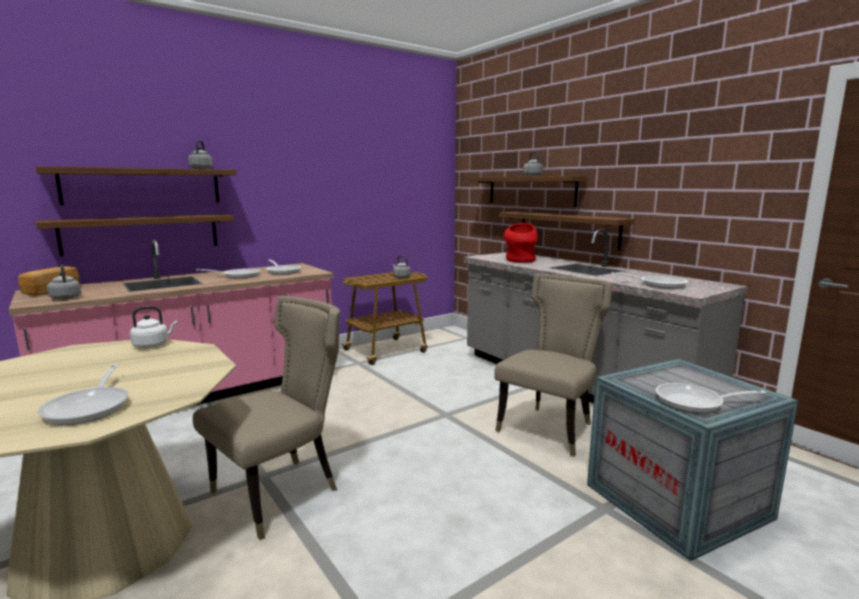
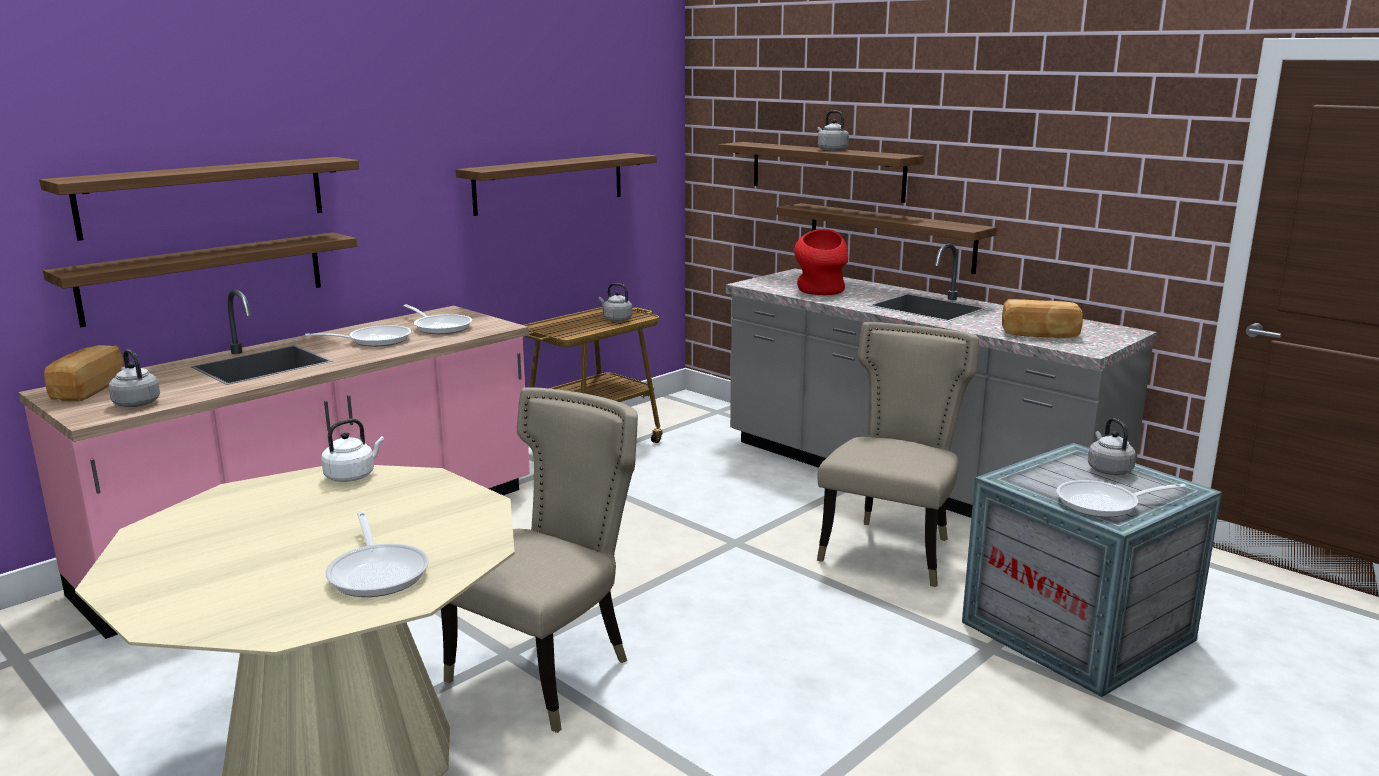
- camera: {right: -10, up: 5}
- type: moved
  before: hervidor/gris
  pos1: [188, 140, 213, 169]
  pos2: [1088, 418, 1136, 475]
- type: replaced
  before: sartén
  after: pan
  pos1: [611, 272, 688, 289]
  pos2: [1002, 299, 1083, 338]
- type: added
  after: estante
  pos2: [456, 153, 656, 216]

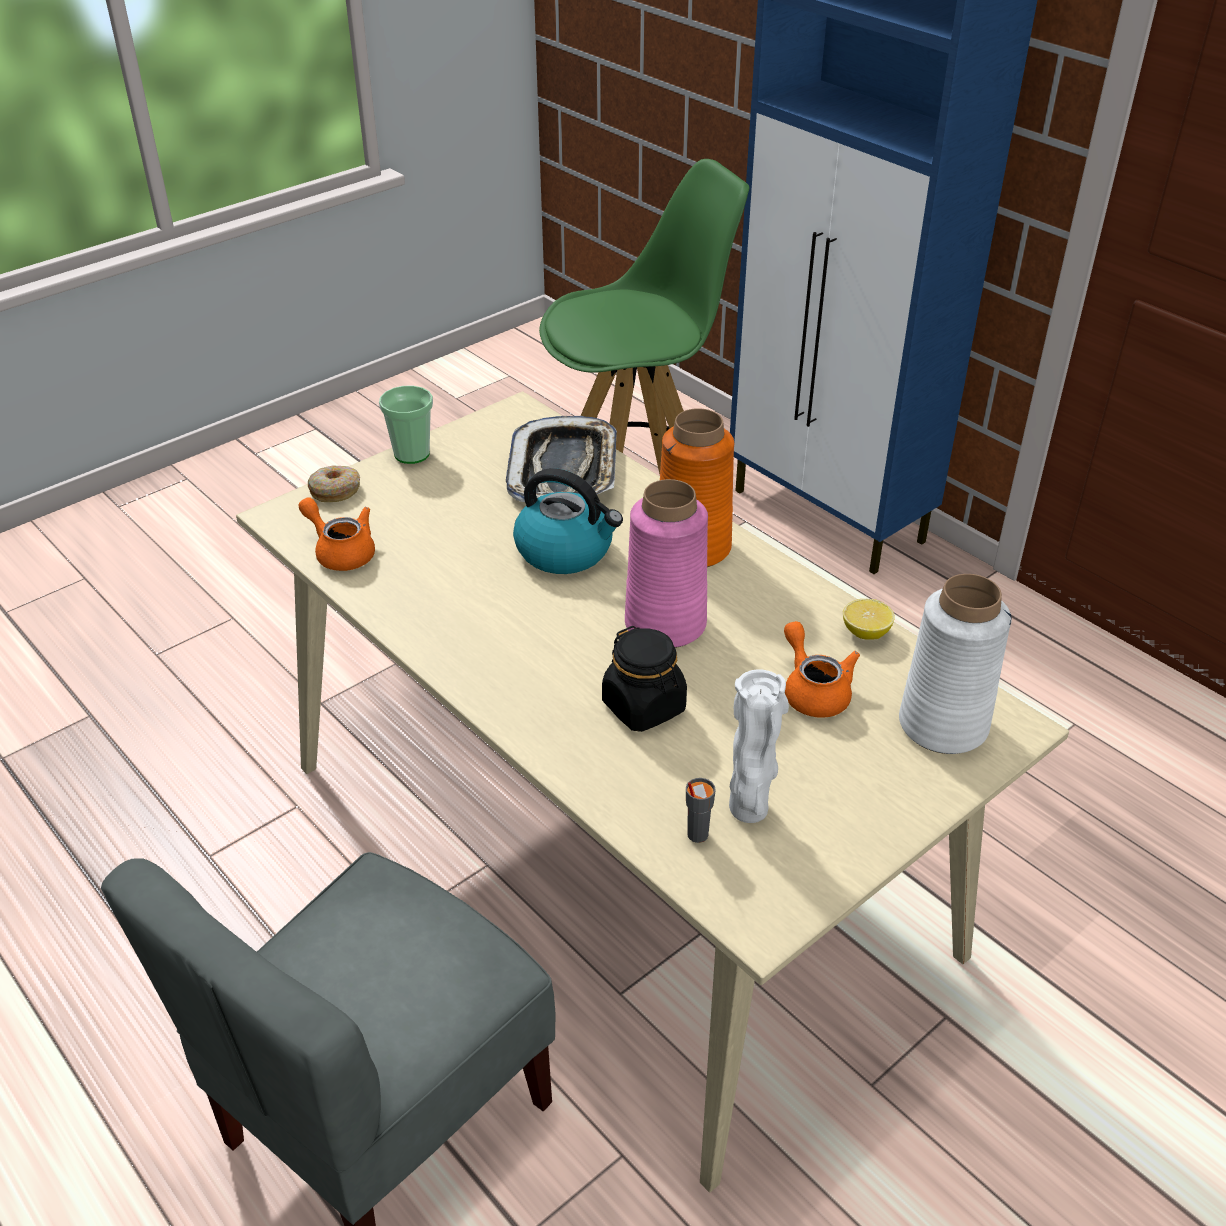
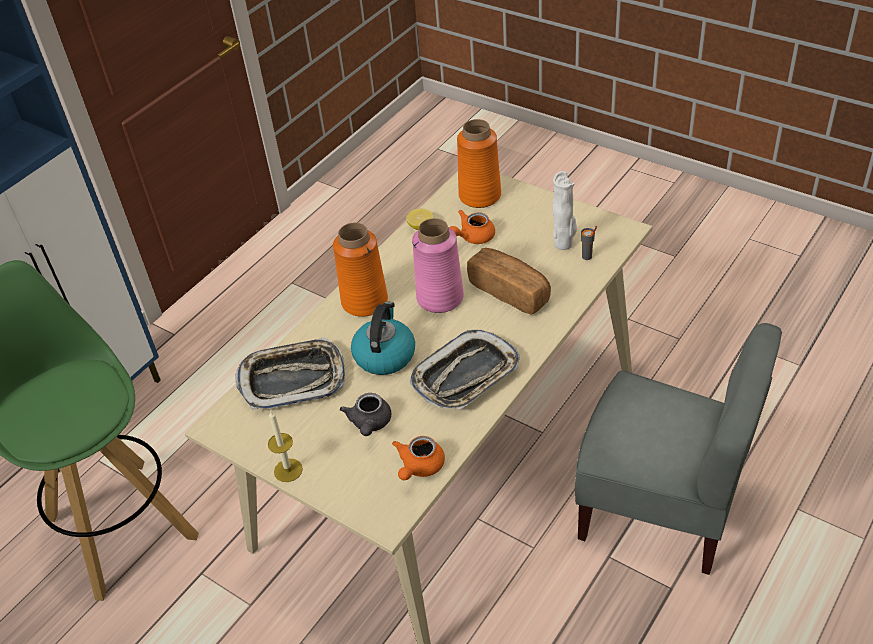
- camera: {right: -100, up: 5}
- type: removed
  before: rosquilla
  pos1: [308, 466, 360, 502]
- type: replaced
  before: taza
  after: vela
  pos1: [379, 386, 433, 464]
  pos2: [268, 411, 303, 482]
- type: replaced
  before: tarro/negro
  after: pan
  pos1: [602, 626, 687, 732]
  pos2: [467, 248, 551, 315]
- type: recoloured
  before: florero/blanco
  after: florero/naranja
  pos1: [899, 574, 1012, 754]
  pos2: [457, 119, 501, 208]
- type: added
  after: tetera/gris
  pos2: [340, 393, 391, 436]
- type: added
  after: bandeja
  pos2: [410, 330, 520, 409]

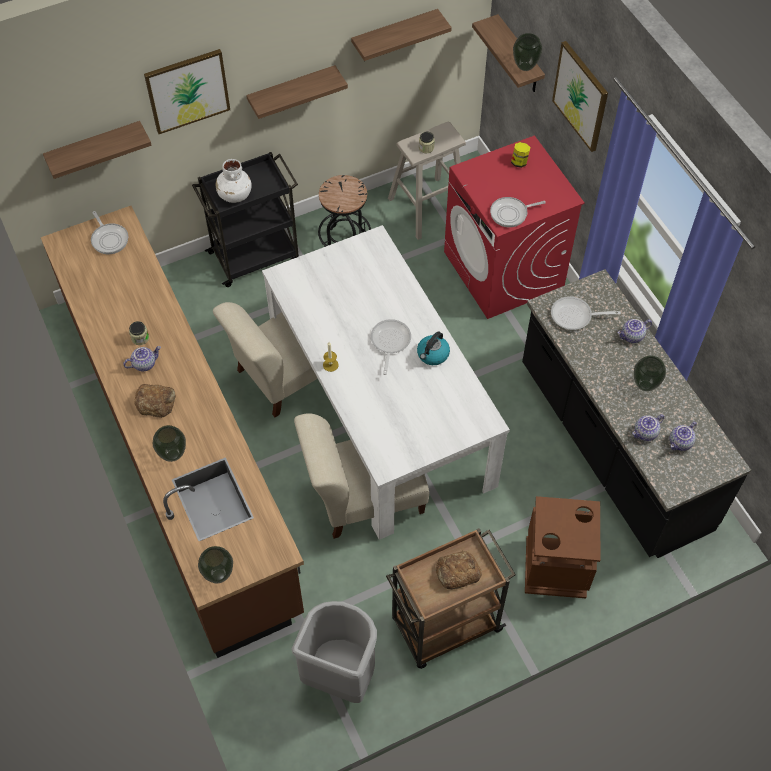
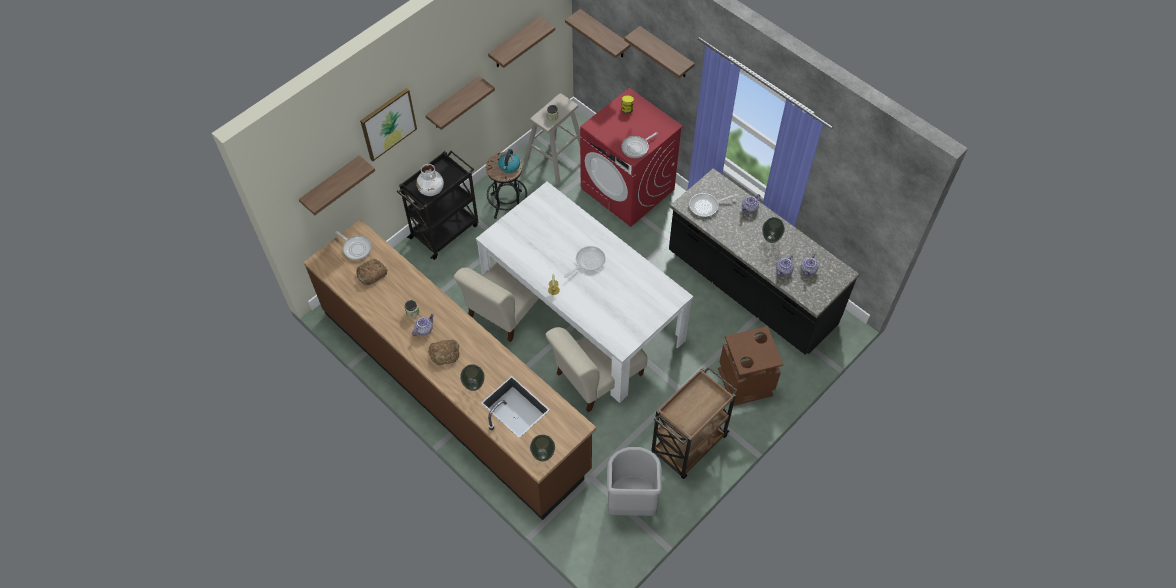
- camera: {right: -20, up: 0}
- type: turned
  before: sartén
  pos1: [371, 319, 411, 375]
  pos2: [564, 246, 606, 278]
  turn: 60
- type: moved
  before: hervidor
  pos1: [417, 332, 450, 365]
  pos2: [498, 149, 520, 173]
- type: moved
  before: pan
  pos1: [436, 551, 482, 590]
  pos2: [356, 259, 387, 285]
- type: removed
  before: florero
  pos1: [513, 33, 542, 71]
- type: replaced
  before: cuadro
  after: estante
  pos1: [552, 41, 608, 152]
  pos2: [624, 26, 695, 78]

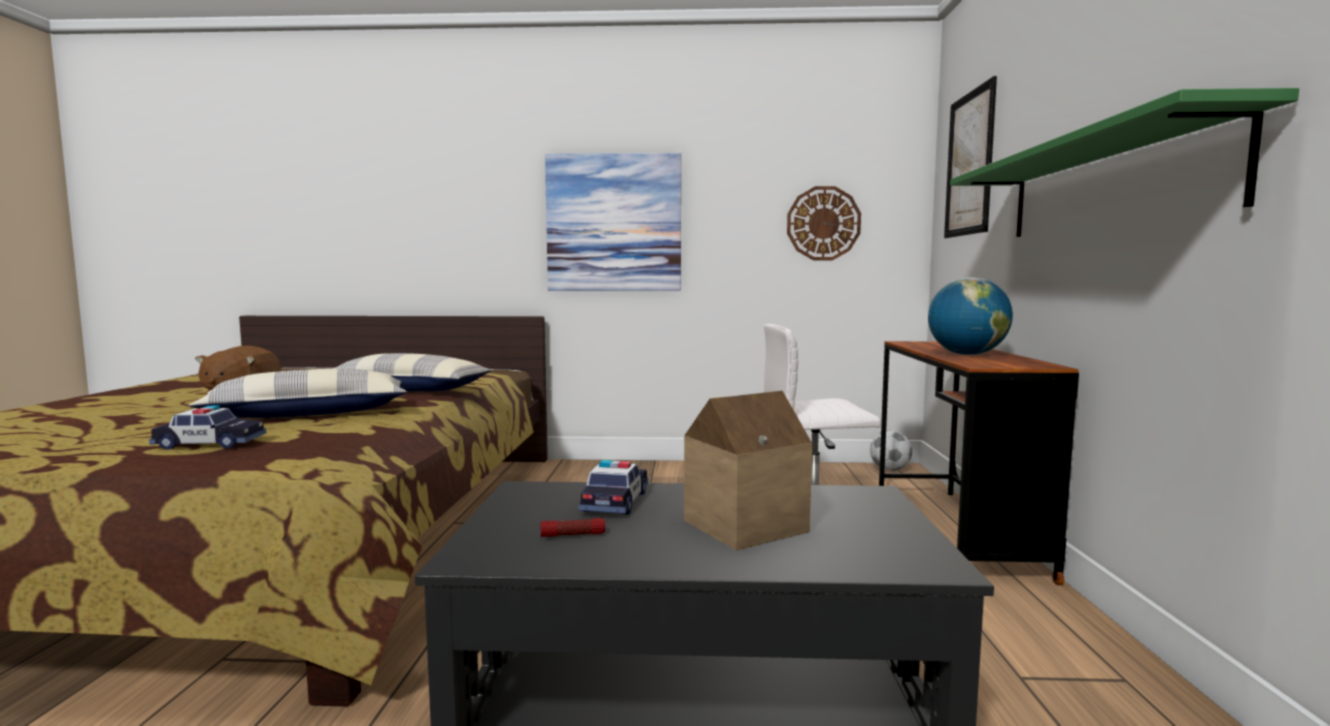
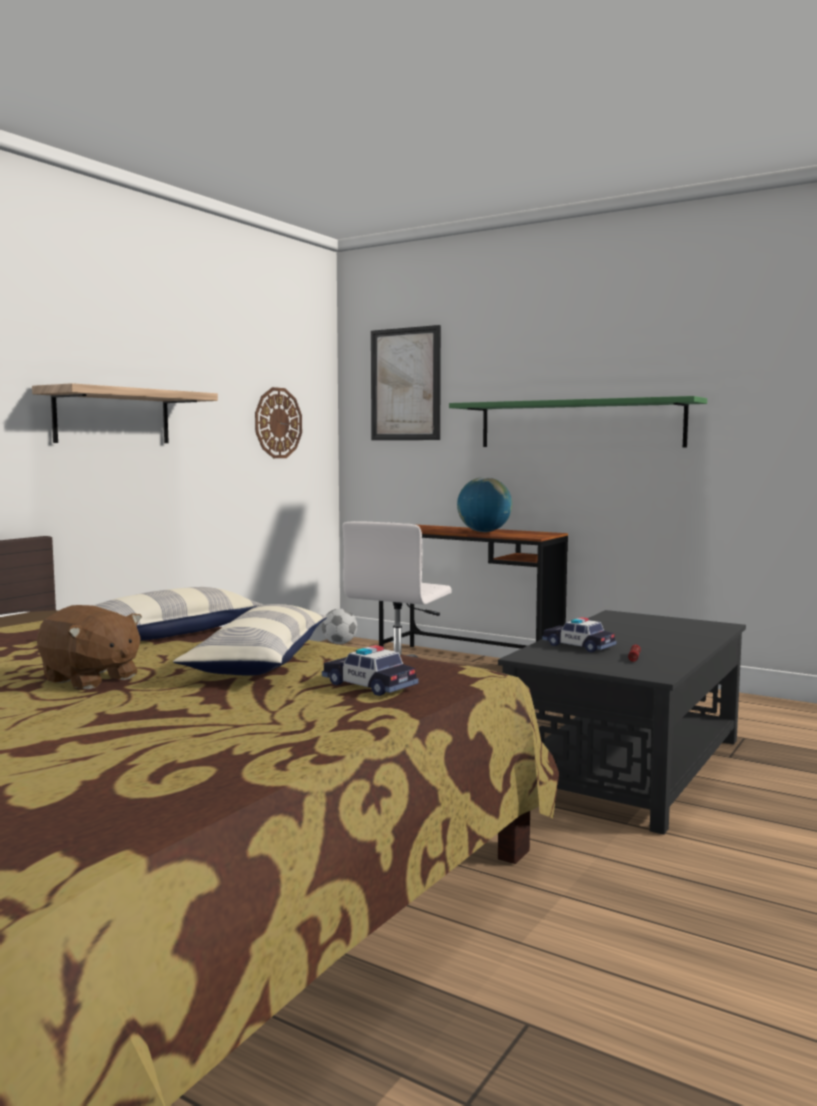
- camera: {right: -60, up: 0}
- type: turned
  before: coche de juguete
  pos1: [149, 406, 266, 450]
  pos2: [322, 645, 418, 696]
  turn: -75
- type: replaced
  before: cuadro
  after: estante
  pos1: [545, 153, 681, 291]
  pos2: [32, 383, 218, 443]
- type: removed
  before: casita
  pos1: [684, 391, 812, 550]

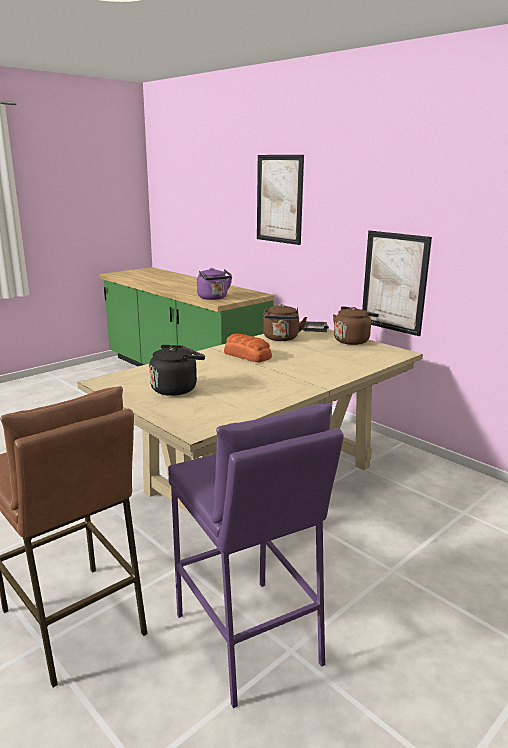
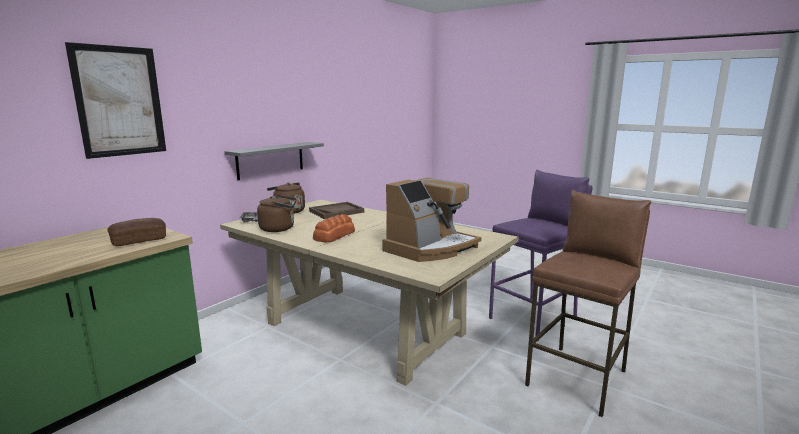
- camera: {right: -100, up: -5}
- type: replaced
  before: hervidor/negro
  after: cafetera
  pos1: [149, 345, 205, 396]
  pos2: [383, 178, 482, 262]
- type: replaced
  before: hervidor/morado
  after: pan
  pos1: [197, 268, 232, 300]
  pos2: [108, 218, 166, 246]
- type: replaced
  before: cuadro
  after: estante/gris
  pos1: [362, 231, 432, 336]
  pos2: [224, 142, 324, 180]
- type: added
  after: bandeja/marrón
  pos2: [309, 202, 364, 219]

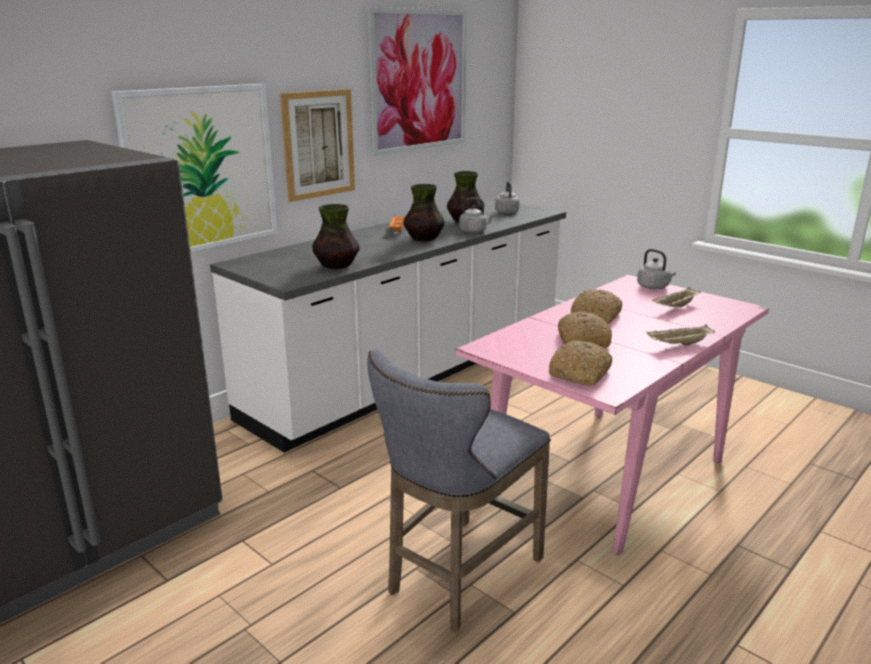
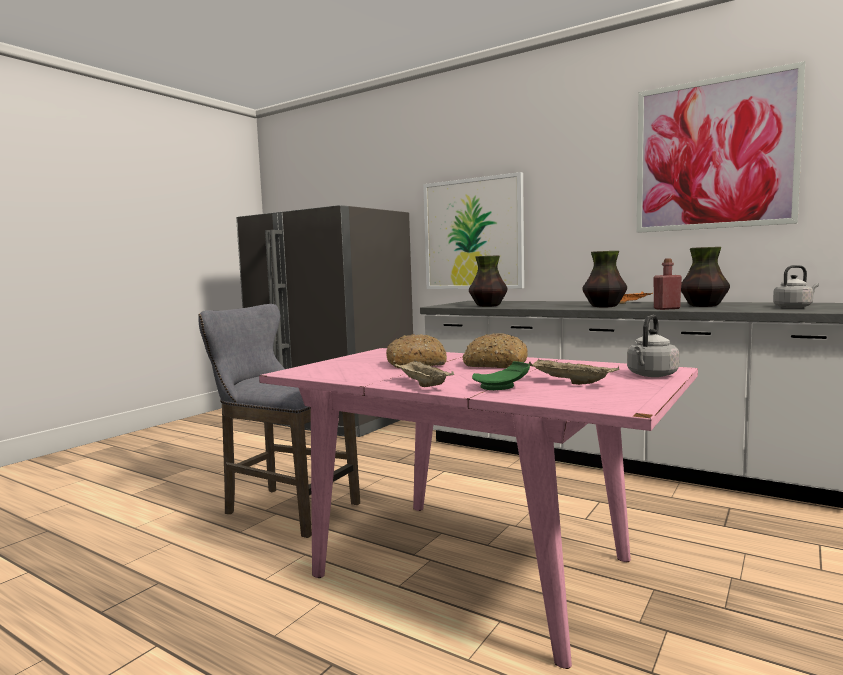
- camera: {right: 80, up: -15}
- type: removed
  before: cuadro
  pos1: [280, 89, 355, 202]
- type: replaced
  before: hervidor/gris
  after: botella/rojo
  pos1: [459, 198, 495, 233]
  pos2: [653, 258, 682, 310]
- type: removed
  before: pan
  pos1: [549, 340, 612, 386]
- type: added
  after: plato/verde
  pos2: [472, 361, 530, 390]

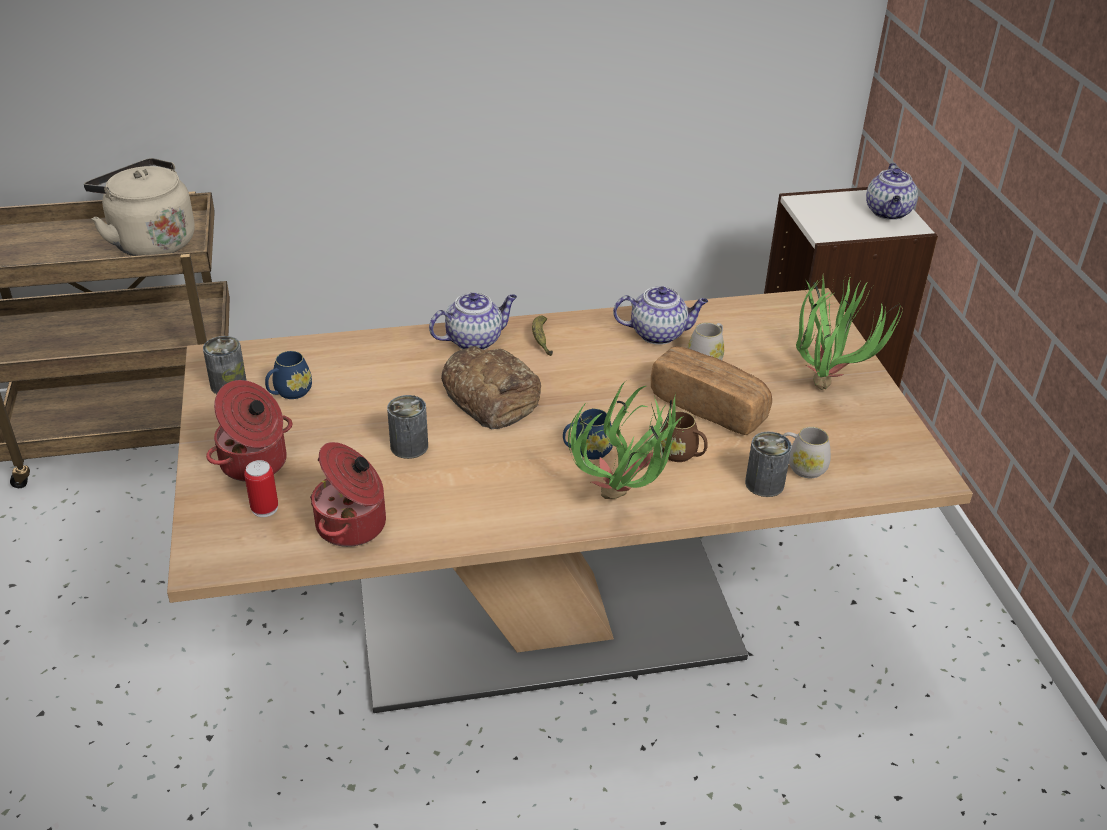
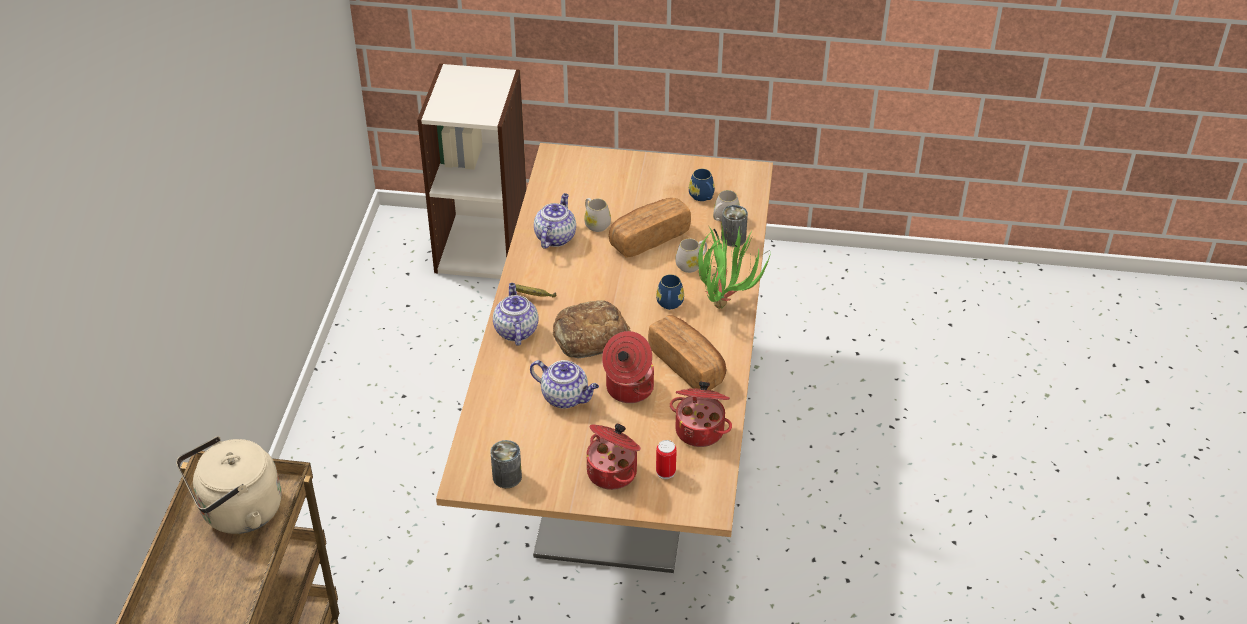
- camera: {right: -70, up: 5}
- type: moved
  before: taza grande/azul
  pos1: [265, 351, 312, 399]
  pos2: [689, 168, 715, 201]
- type: replaced
  before: lata
  after: olla
  pos1: [387, 395, 428, 459]
  pos2: [602, 331, 654, 403]
- type: recoloured
  before: taza grande/marrón
  after: taza grande/blanco
  pos1: [660, 411, 708, 462]
  pos2: [675, 238, 707, 273]
- type: removed
  before: planta en maceta
  pos1: [796, 276, 903, 390]
- type: moved
  before: tetera
  pos1: [866, 163, 918, 220]
  pos2: [530, 360, 599, 409]
- type: added
  after: pan
  pos2: [648, 315, 727, 390]

